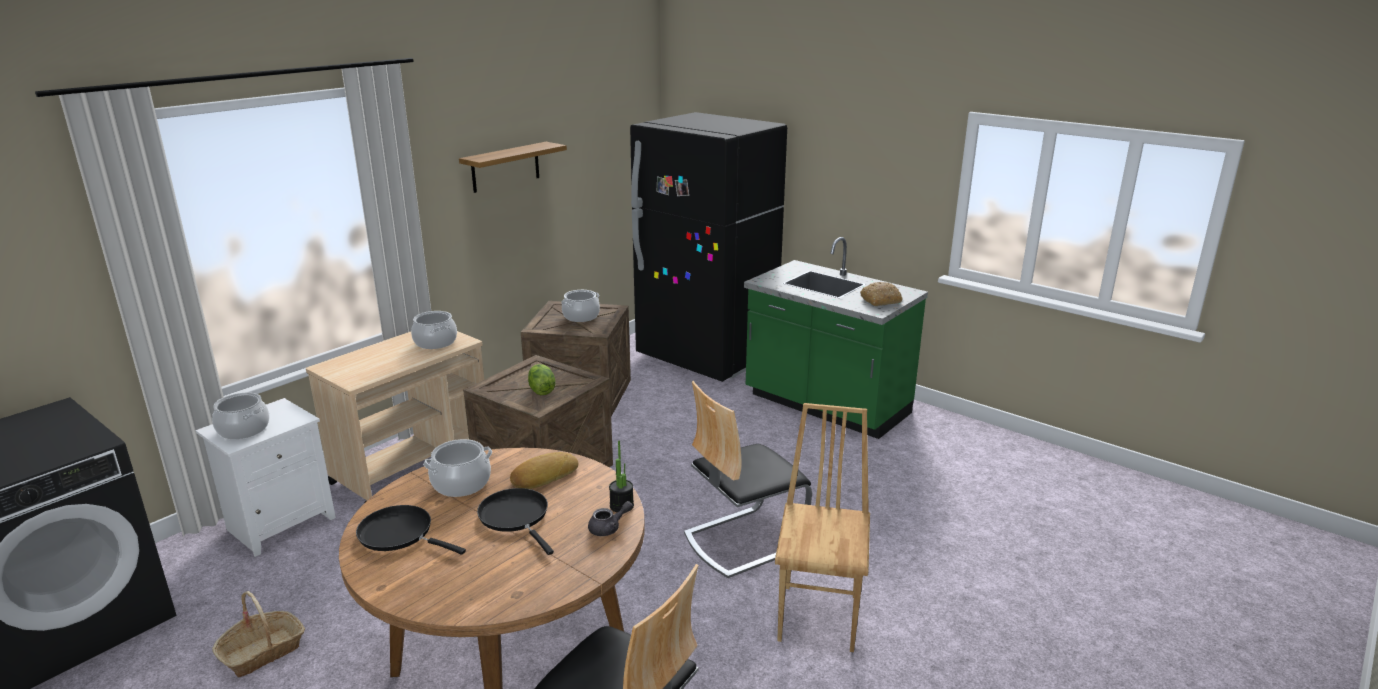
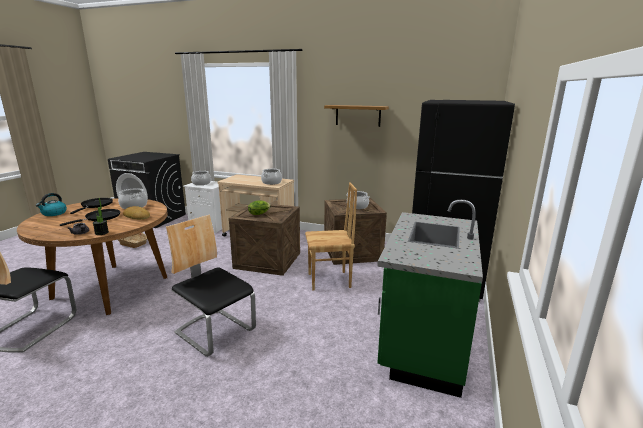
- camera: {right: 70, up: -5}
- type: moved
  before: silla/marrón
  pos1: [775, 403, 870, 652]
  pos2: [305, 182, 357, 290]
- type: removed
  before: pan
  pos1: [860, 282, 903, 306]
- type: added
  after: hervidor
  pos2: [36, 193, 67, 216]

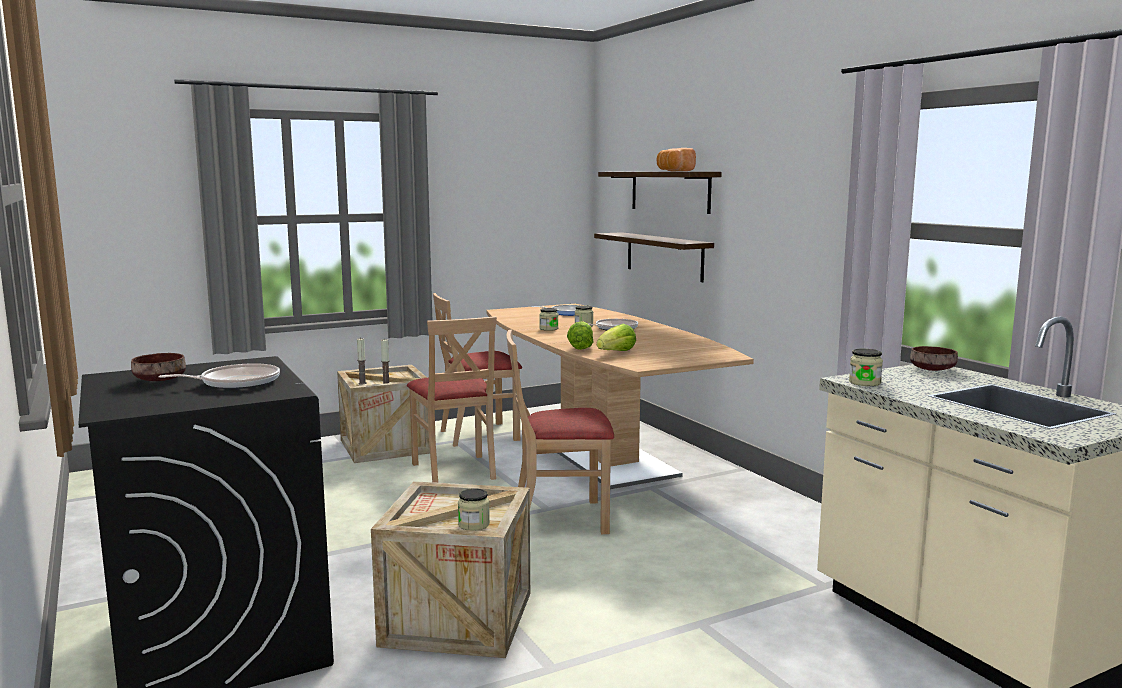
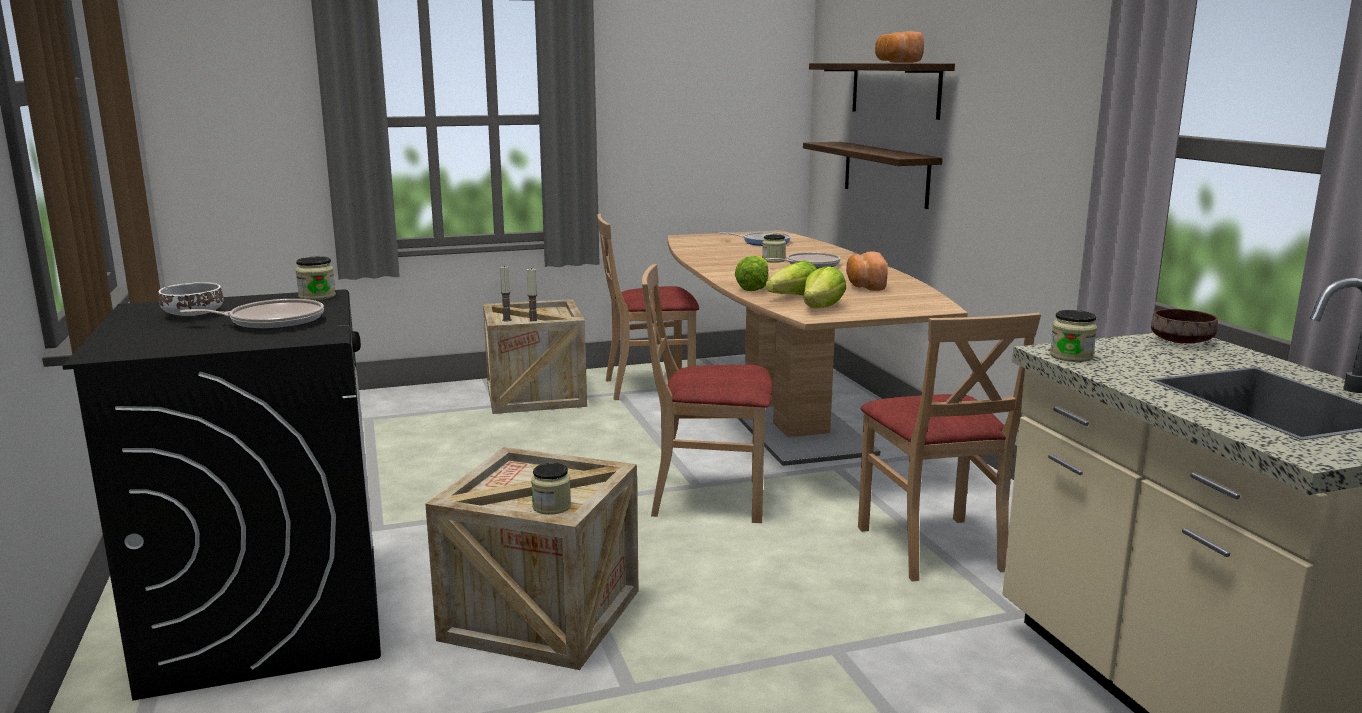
- camera: {right: 10, up: 5}
- type: recoloured
  before: cuenco/marrón
  after: cuenco/blanco
  pos1: [131, 353, 186, 381]
  pos2: [158, 282, 223, 316]
- type: moved
  before: silla/beis
  pos1: [407, 316, 497, 483]
  pos2: [858, 313, 1041, 581]
- type: moved
  before: tarro
  pos1: [539, 308, 558, 331]
  pos2: [296, 256, 336, 300]
- type: added
  after: lechuga
  pos2: [803, 266, 846, 308]
- type: added
  after: pan
  pos2: [846, 252, 888, 291]

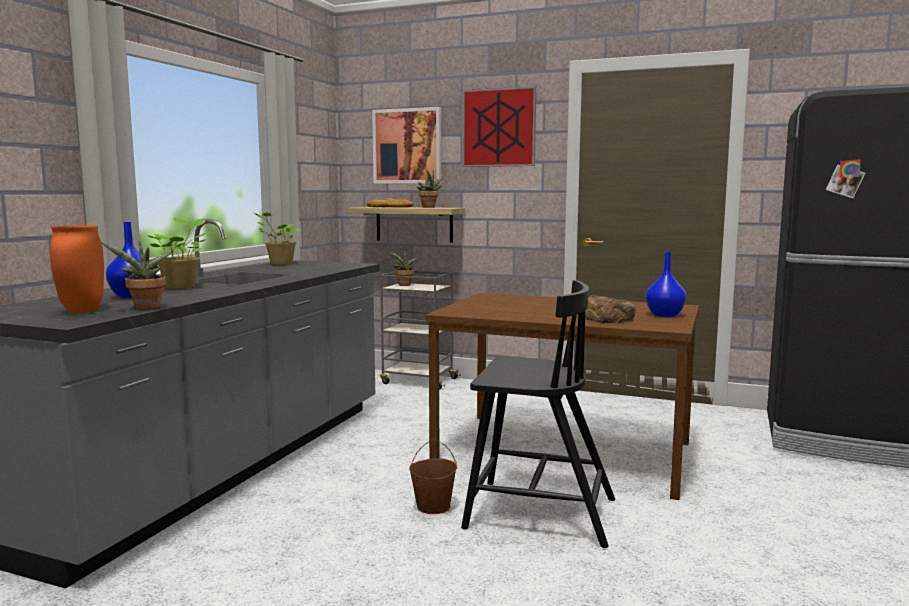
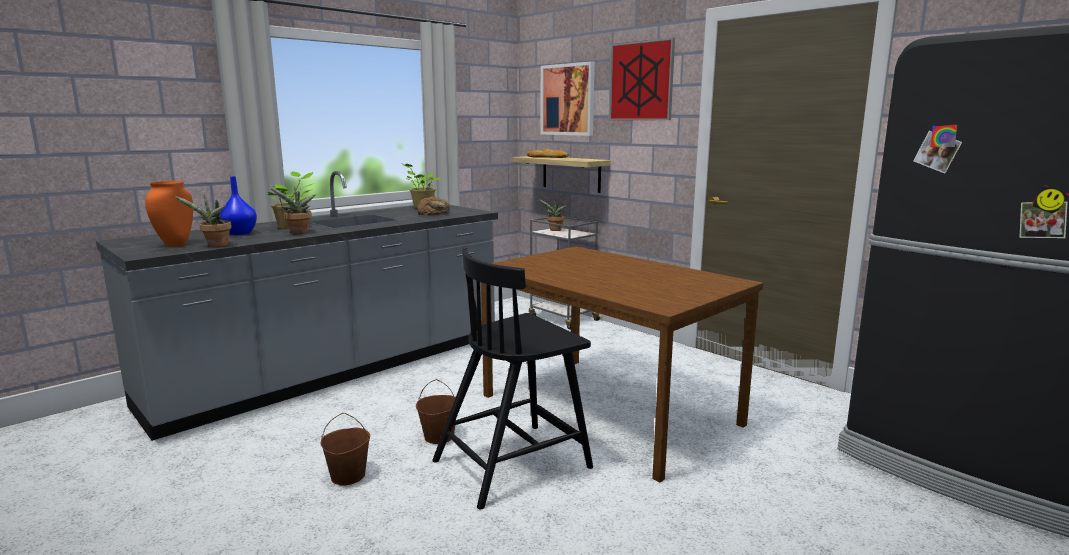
- camera: {right: 25, up: 5}
- type: moved
  before: planta en maceta
  pos1: [417, 170, 443, 208]
  pos2: [271, 187, 316, 234]
- type: turned
  before: silla/negro
  pos1: [461, 280, 615, 548]
  pos2: [432, 248, 593, 509]
  turn: 105
- type: moved
  before: pan
  pos1: [585, 295, 636, 323]
  pos2: [417, 196, 450, 216]
- type: removed
  before: florero/azul
  pos1: [646, 252, 686, 317]
- type: added
  after: cubo/marrón
  pos2: [320, 413, 370, 486]

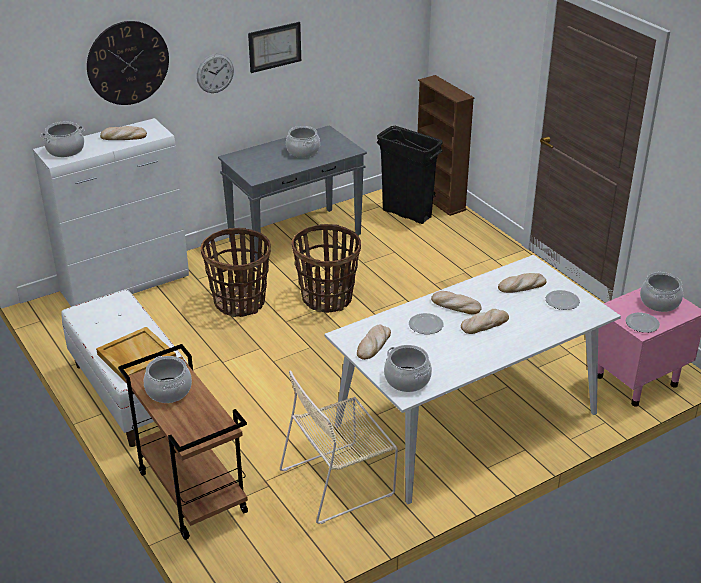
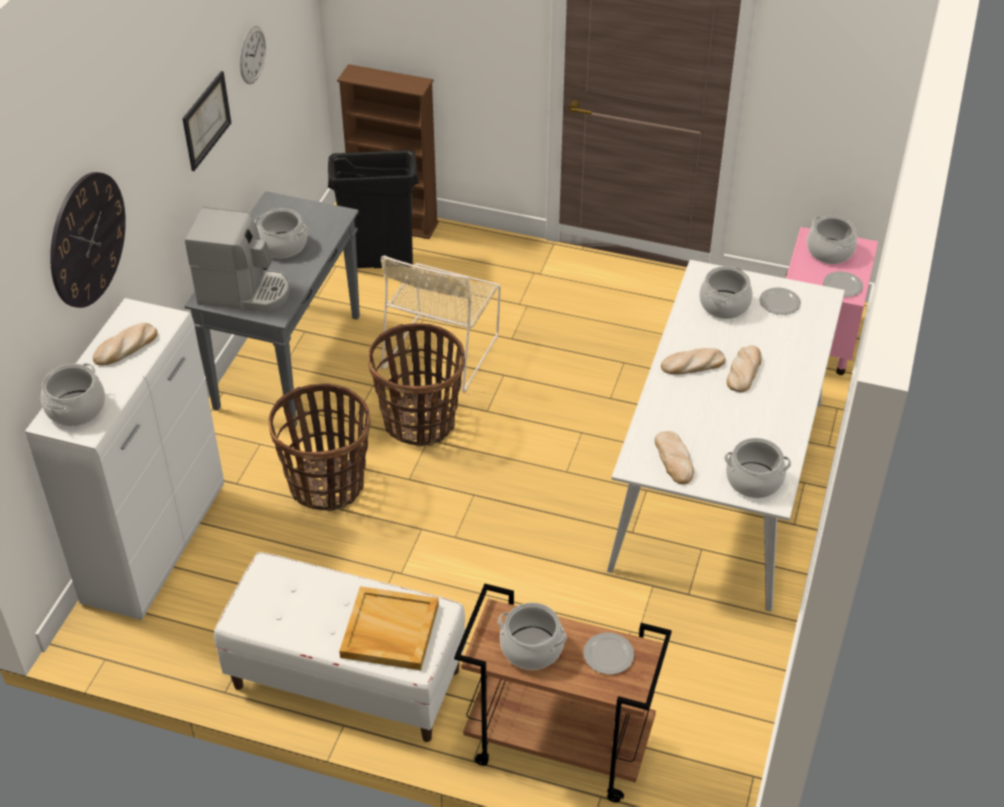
- camera: {right: -40, up: 10}
- type: moved
  before: reloj de pared
  pos1: [197, 54, 234, 93]
  pos2: [240, 26, 266, 84]
- type: moved
  before: silla/beis
  pos1: [280, 370, 398, 524]
  pos2: [381, 255, 501, 392]
- type: moved
  before: plato
  pos1: [409, 313, 444, 334]
  pos2: [583, 633, 634, 674]
- type: replaced
  before: pan
  after: olla
  pos1: [498, 273, 546, 293]
  pos2: [699, 266, 753, 319]
- type: added
  after: cafetera
  pos2: [185, 207, 290, 312]

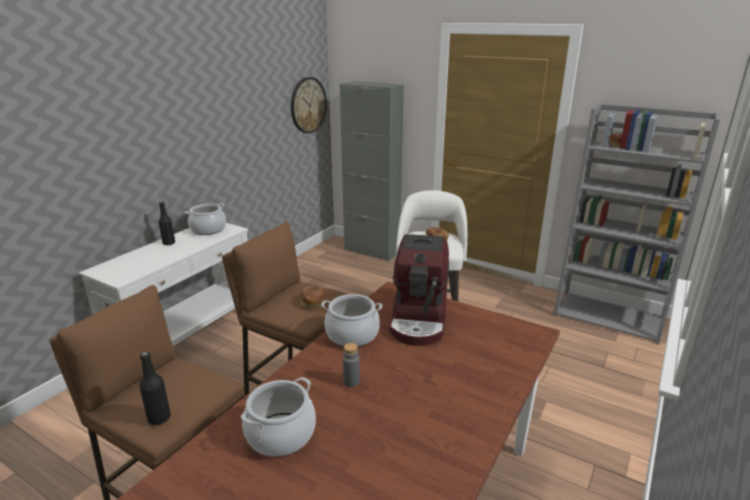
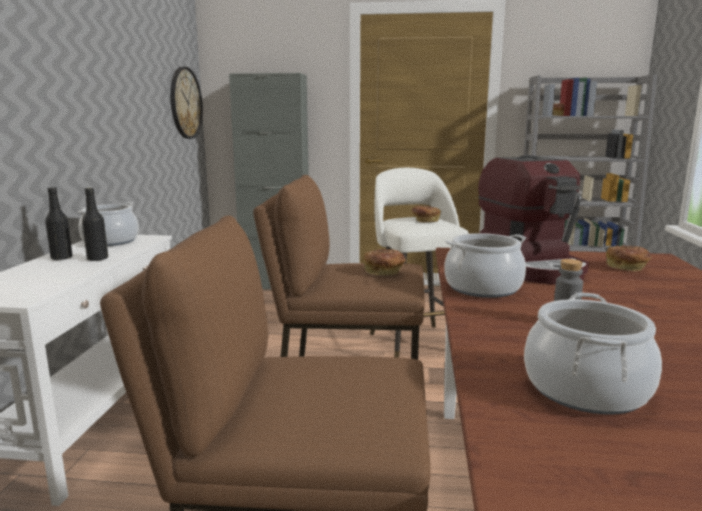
- camera: {right: -25, up: -10}
- type: moved
  before: botella/negro
  pos1: [139, 351, 171, 425]
  pos2: [82, 188, 108, 261]
- type: added
  after: pan
  pos2: [606, 245, 651, 271]

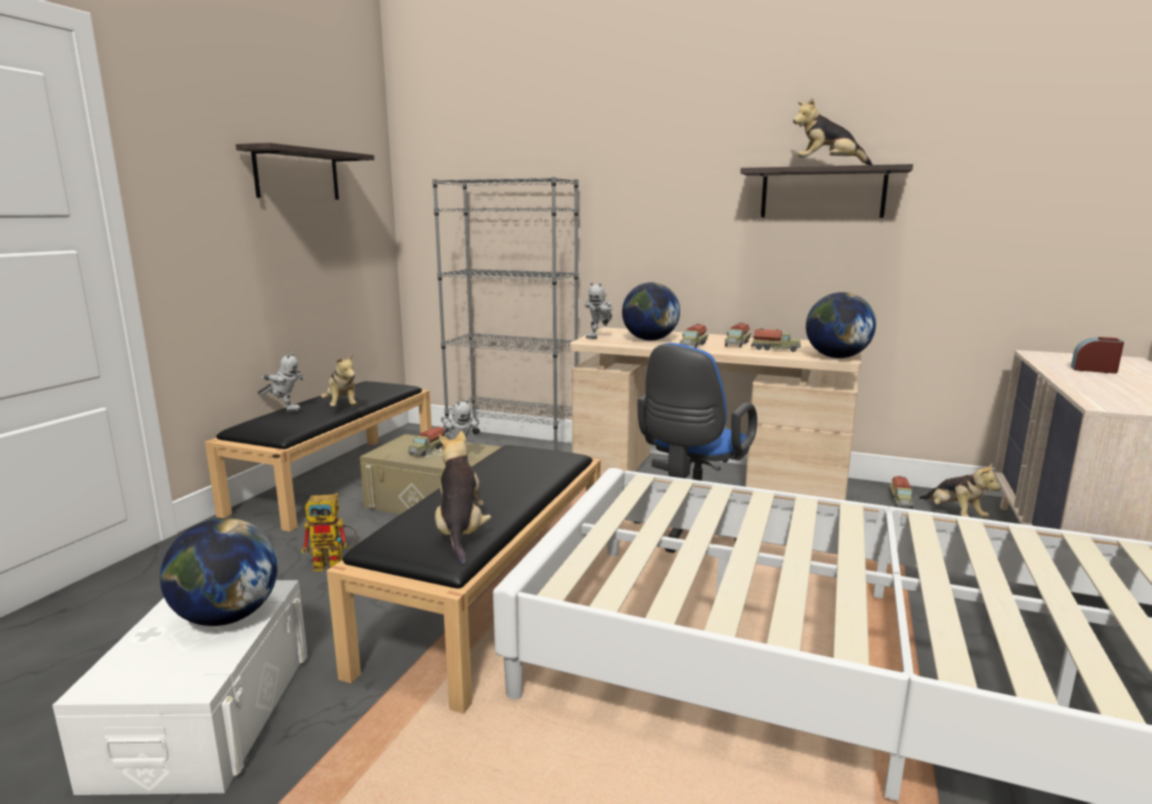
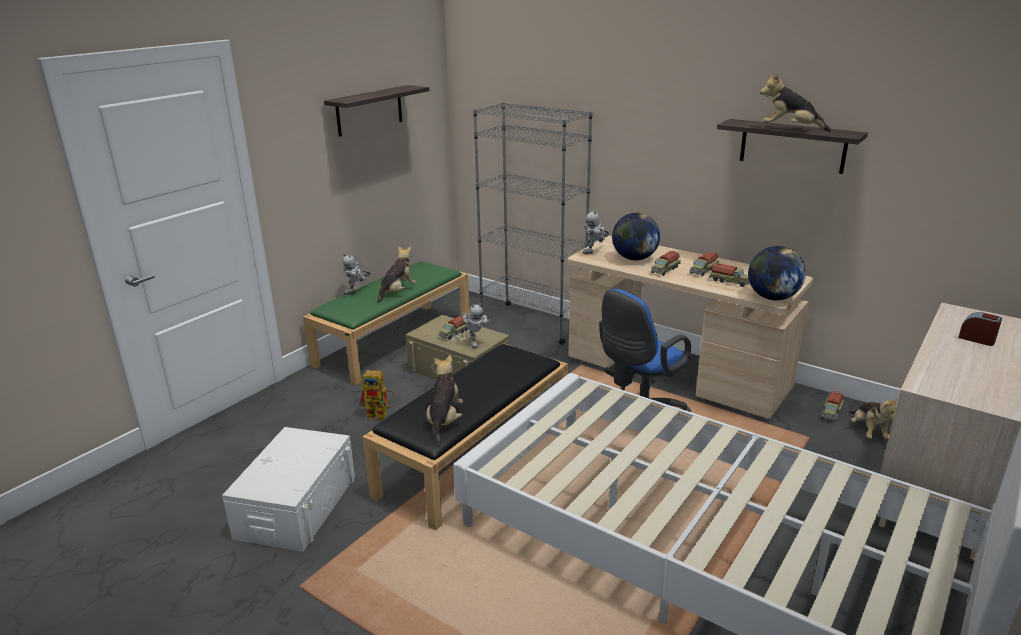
- camera: {right: 15, up: 10}
- type: removed
  before: globo terráqueo
  pos1: [160, 518, 278, 626]
- type: recoloured
  before: banco/negro
  after: banco/verde
  pos1: [205, 381, 432, 532]
  pos2: [303, 262, 470, 385]
- type: turned
  before: robot de juguete
  pos1: [257, 352, 305, 412]
  pos2: [343, 253, 371, 295]
  turn: 105
- type: turned
  before: peluche
  pos1: [321, 354, 357, 406]
  pos2: [378, 246, 416, 303]
  turn: -135

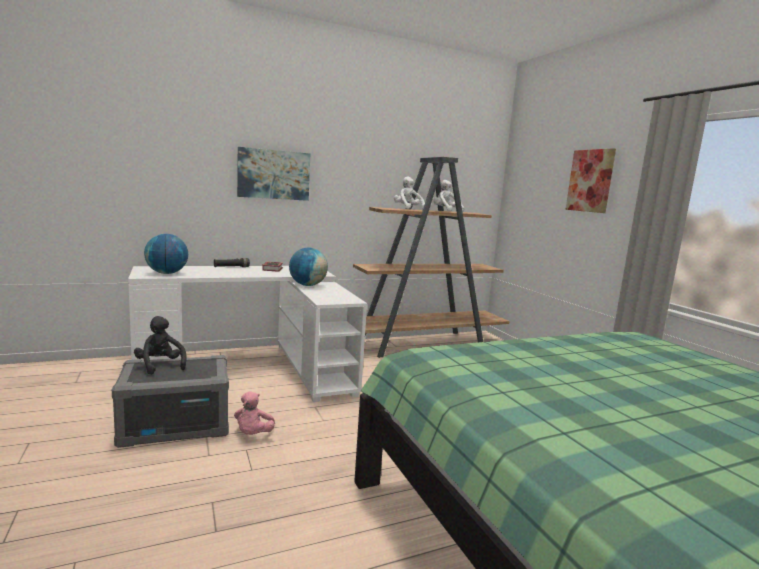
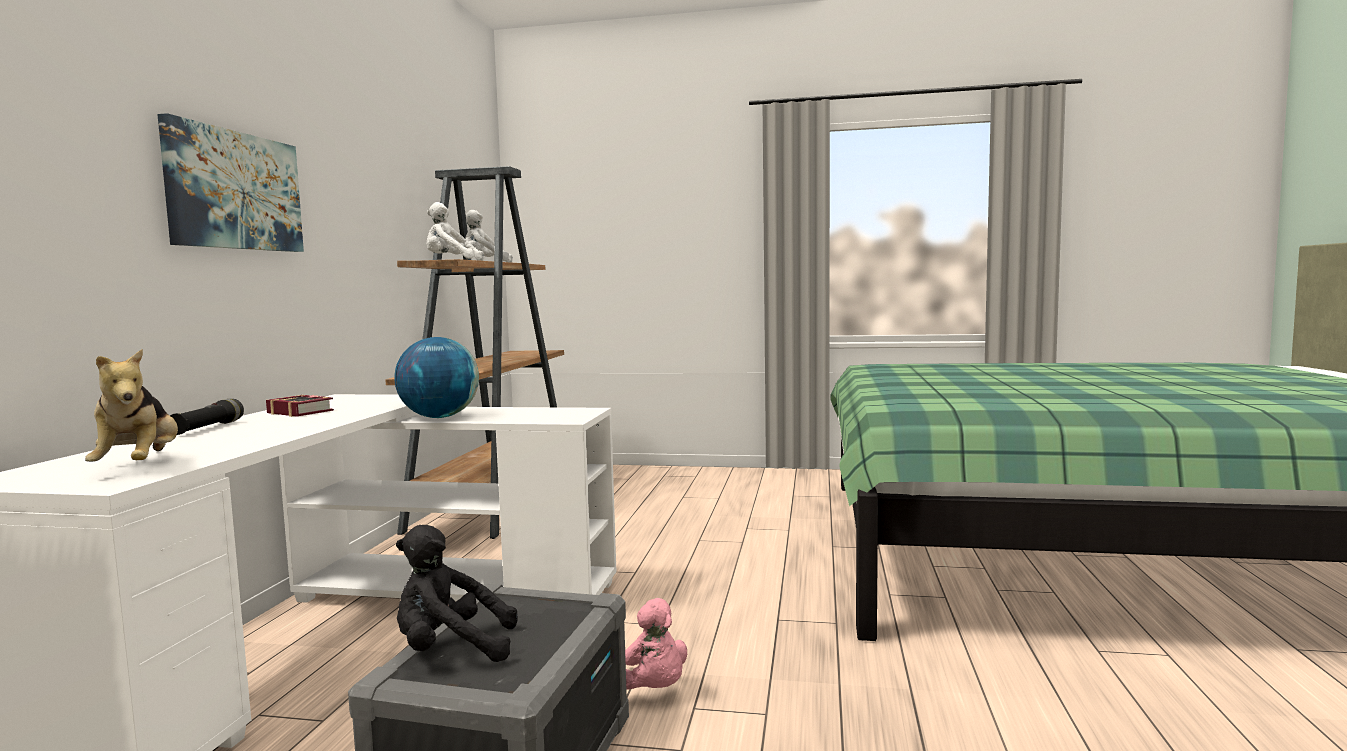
- camera: {right: -55, up: -5}
- type: replaced
  before: globo terráqueo
  after: peluche
  pos1: [144, 234, 188, 274]
  pos2: [85, 349, 178, 462]
- type: removed
  before: cuadro
  pos1: [566, 148, 616, 213]

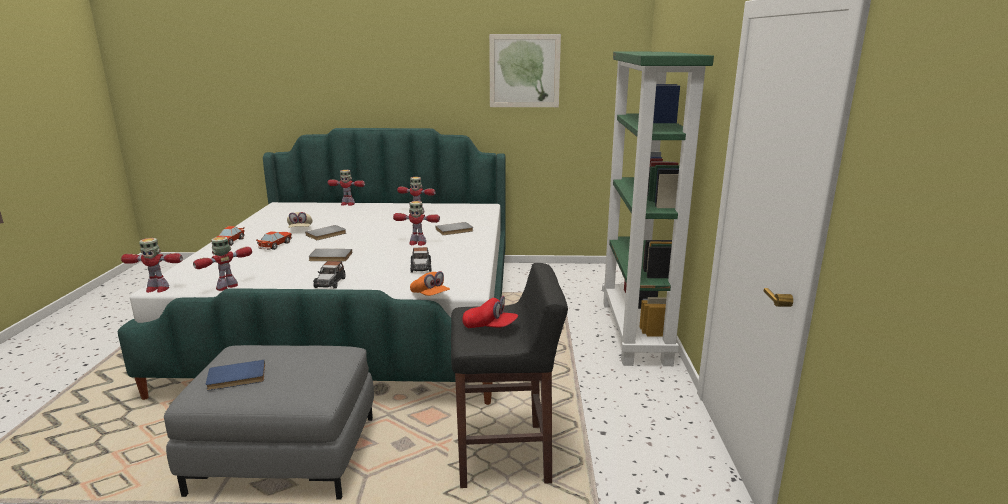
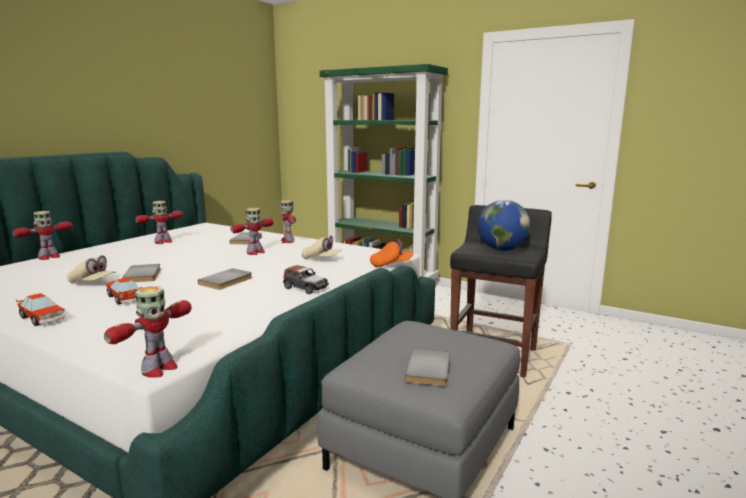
- camera: {right: -60, up: -5}
- type: moved
  before: robot de juguete
  pos1: [193, 237, 252, 291]
  pos2: [280, 200, 296, 243]
- type: recoloured
  before: libro/azul
  after: libro/gris
  pos1: [206, 360, 265, 390]
  pos2: [405, 349, 450, 386]
- type: replaced
  before: coche de juguete
  after: gorra/beis
  pos1: [410, 247, 432, 273]
  pos2: [302, 236, 342, 259]
- type: replaced
  before: gorra/rojo
  after: globo terráqueo
  pos1: [462, 296, 518, 328]
  pos2: [478, 200, 530, 251]
- type: removed
  before: cuadro
  pos1: [489, 34, 561, 107]

